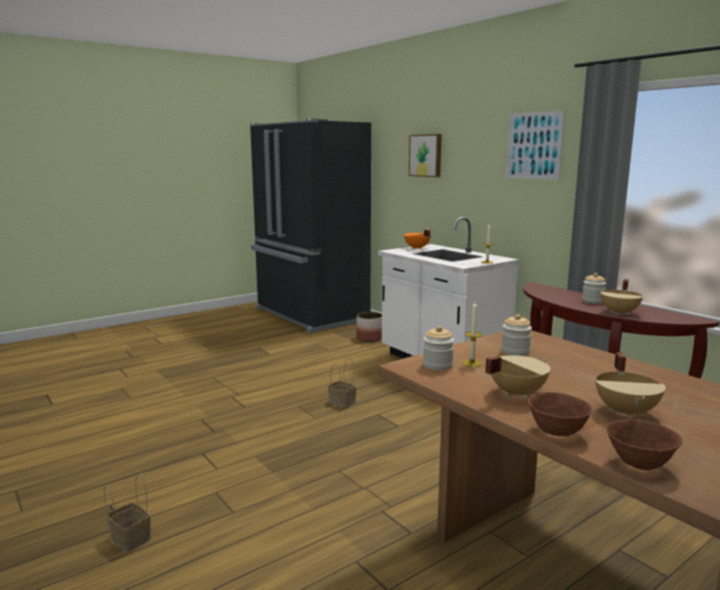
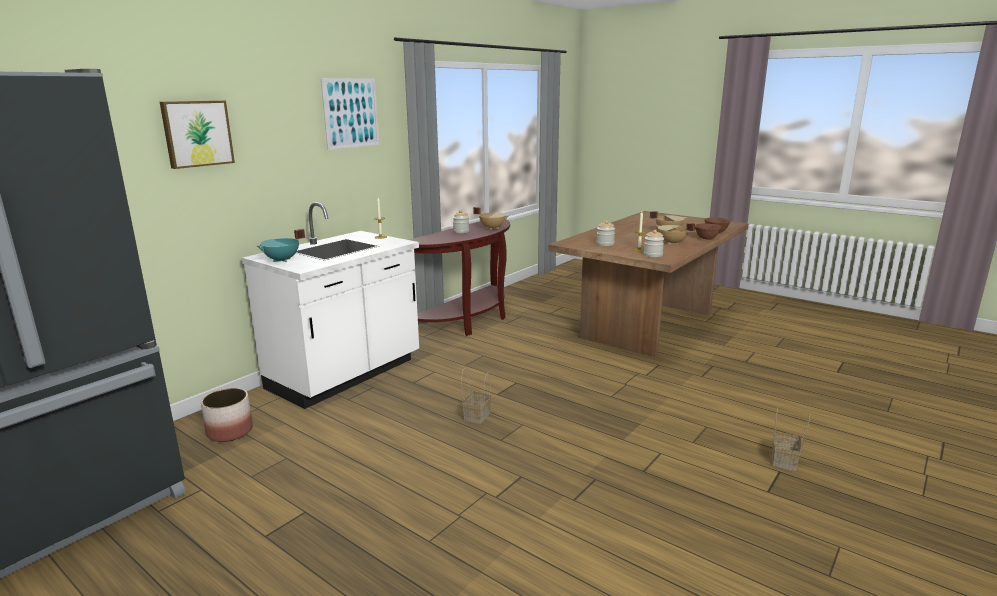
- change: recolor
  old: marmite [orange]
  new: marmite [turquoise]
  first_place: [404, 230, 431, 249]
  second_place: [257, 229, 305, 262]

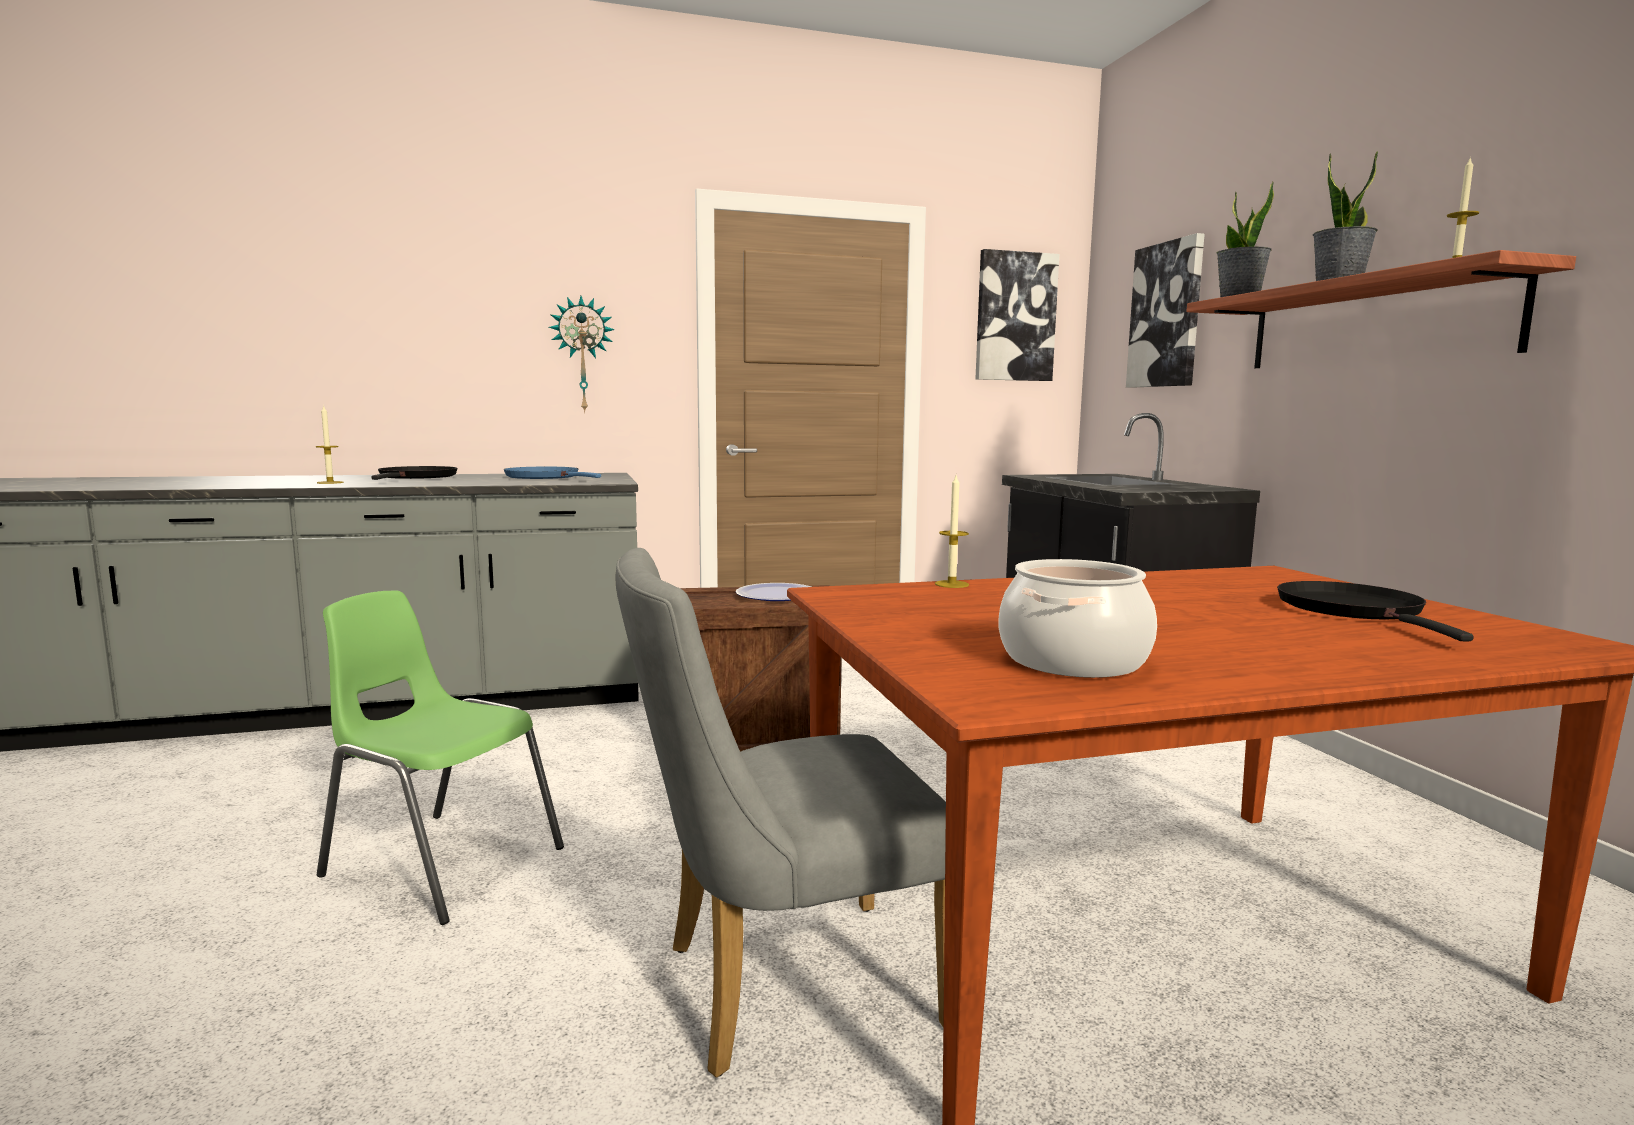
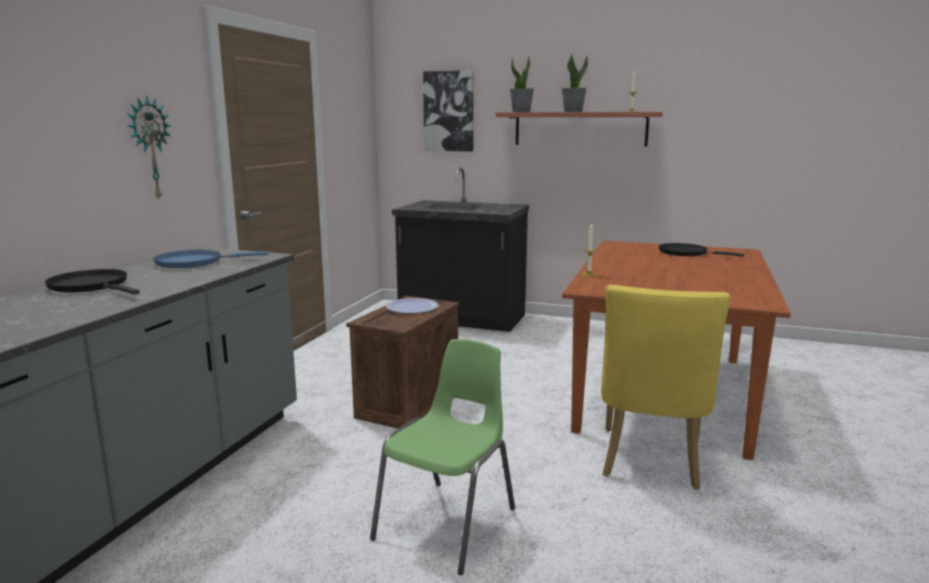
- change: rotate
  old: chaise [vert]
  first_place: [317, 591, 564, 925]
  second_place: [370, 339, 515, 575]
  degrees: 150
- change: recolor
  old: chaise [gris]
  new: chaise [jaune]
  first_place: [616, 548, 946, 1078]
  second_place: [601, 285, 731, 490]
- change: delete
  old: bougie
  first_place: [316, 405, 343, 484]
- change: delete
  old: tableau
  first_place: [975, 249, 1059, 381]
- change: delete
  old: marmite
  first_place: [999, 559, 1157, 678]

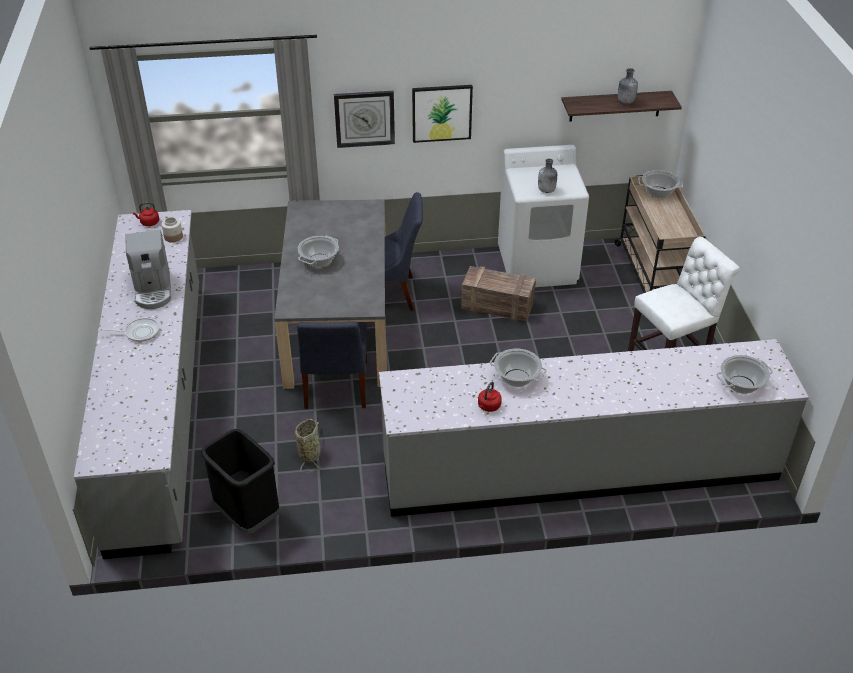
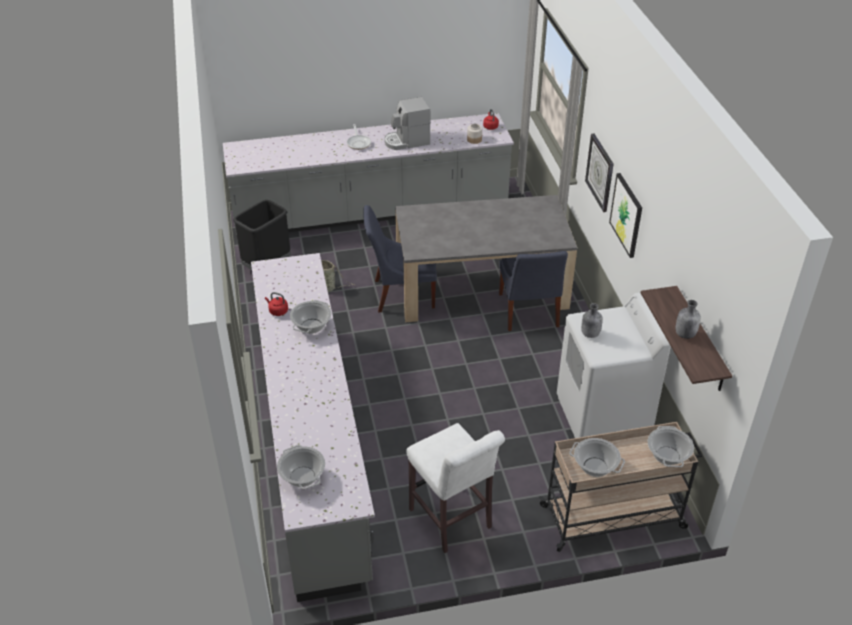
- change: move
  old: marmite
  first_place: [298, 236, 339, 267]
  second_place: [569, 438, 625, 477]
- change: delete
  old: caisse
  first_place: [461, 266, 536, 321]

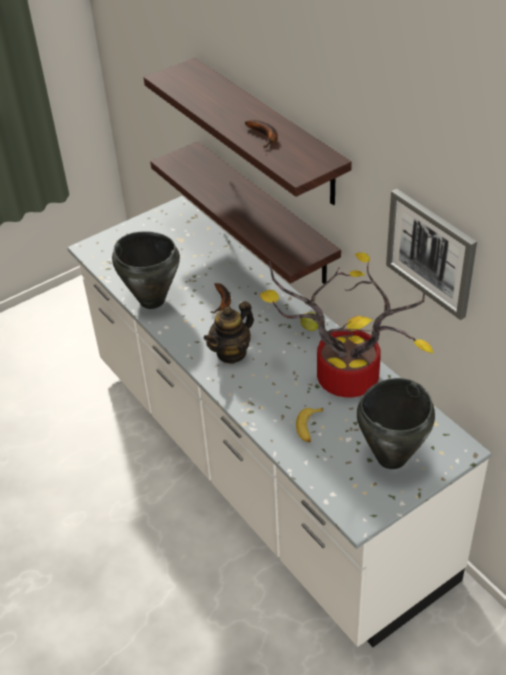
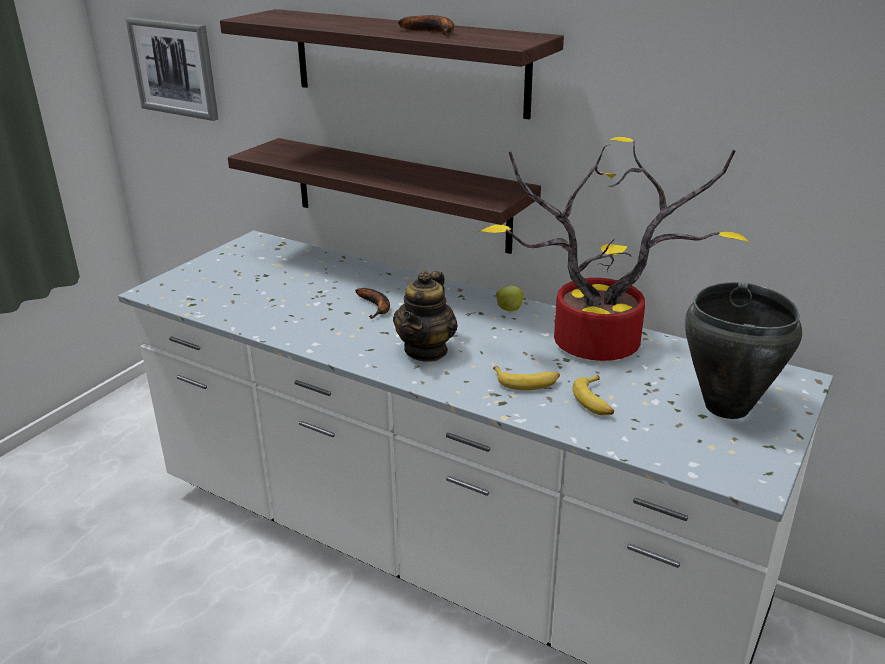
- change: move
  old: tableau
  first_place: [386, 189, 477, 320]
  second_place: [125, 17, 218, 121]
- change: insert
  new: banane
  second_place: [493, 366, 560, 390]
- change: delete
  old: marmite [noir]
  first_place: [112, 231, 180, 309]

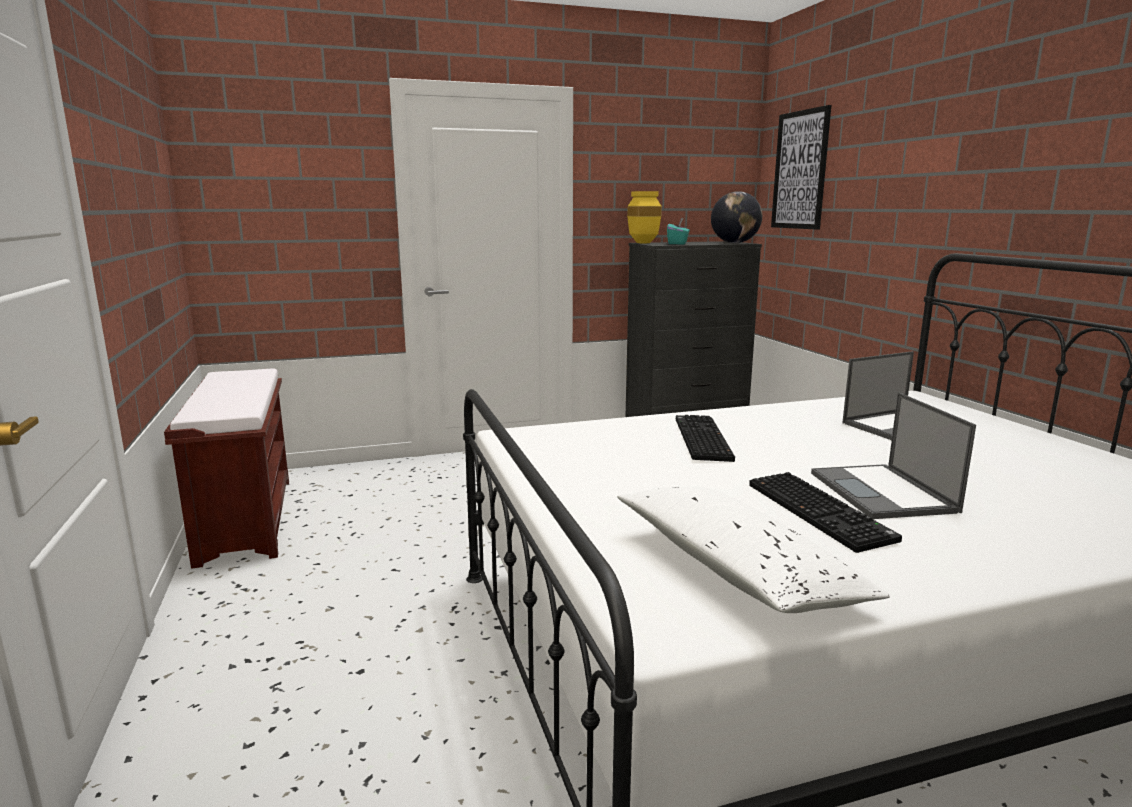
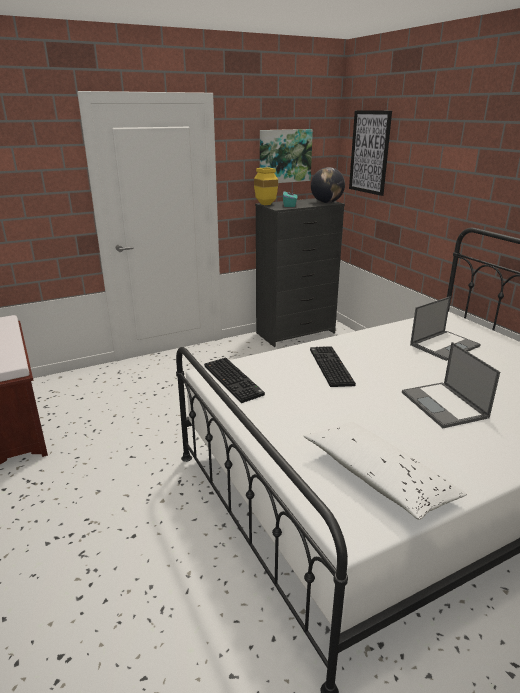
- change: move
  old: clavier
  first_place: [749, 472, 902, 553]
  second_place: [204, 357, 265, 403]
- change: insert
  new: tableau
  second_place: [260, 129, 313, 183]

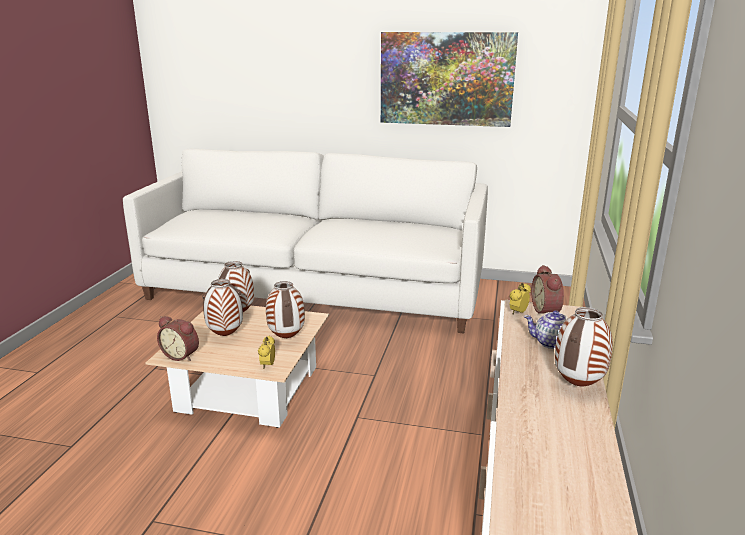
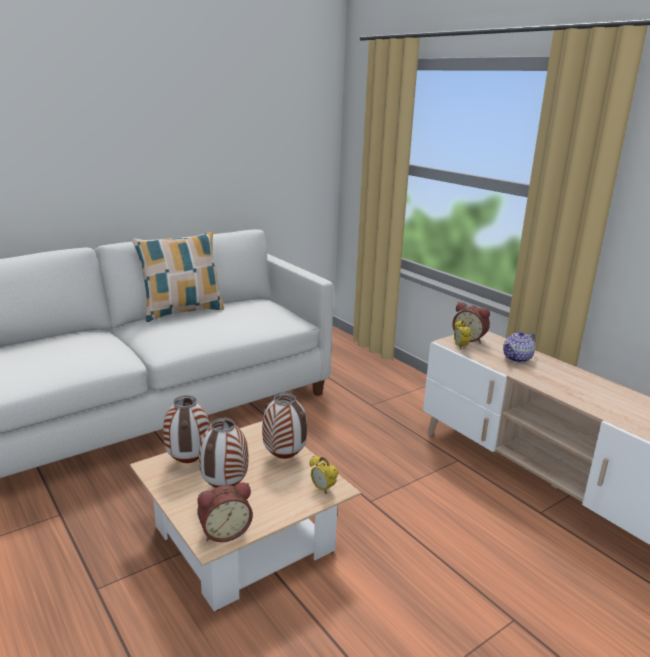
- change: insert
  new: coussin
  second_place: [133, 232, 224, 322]
- change: delete
  old: tableau
  first_place: [381, 32, 518, 127]
- change: delete
  old: vase
  first_place: [555, 307, 613, 386]

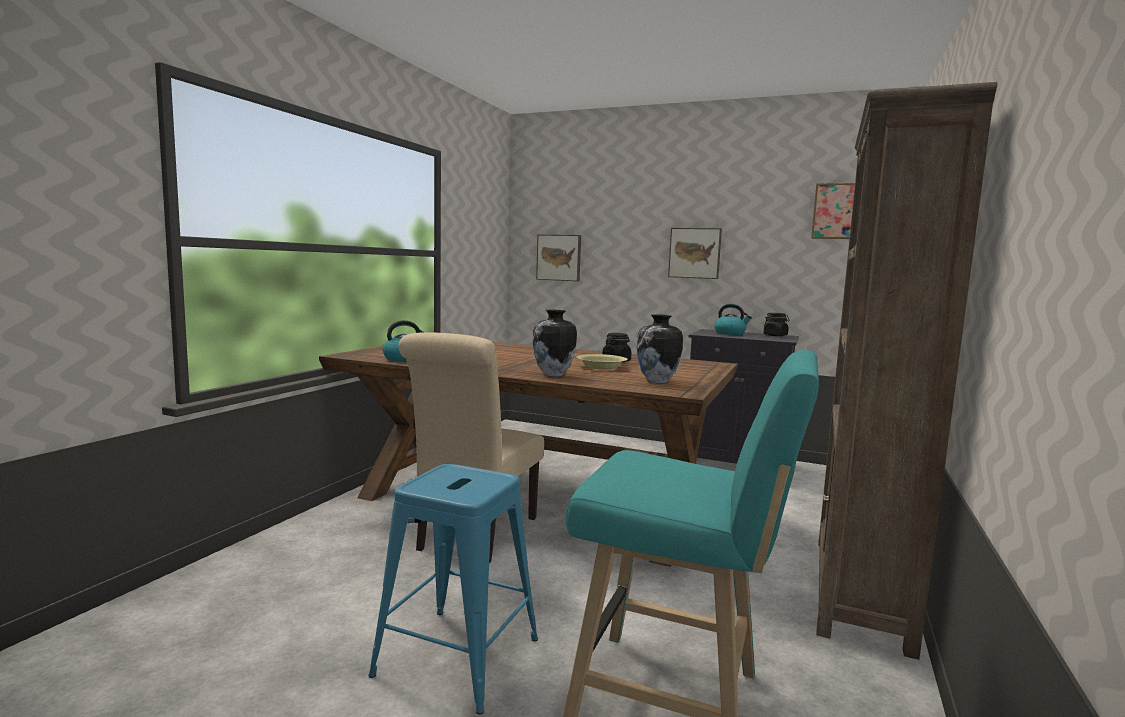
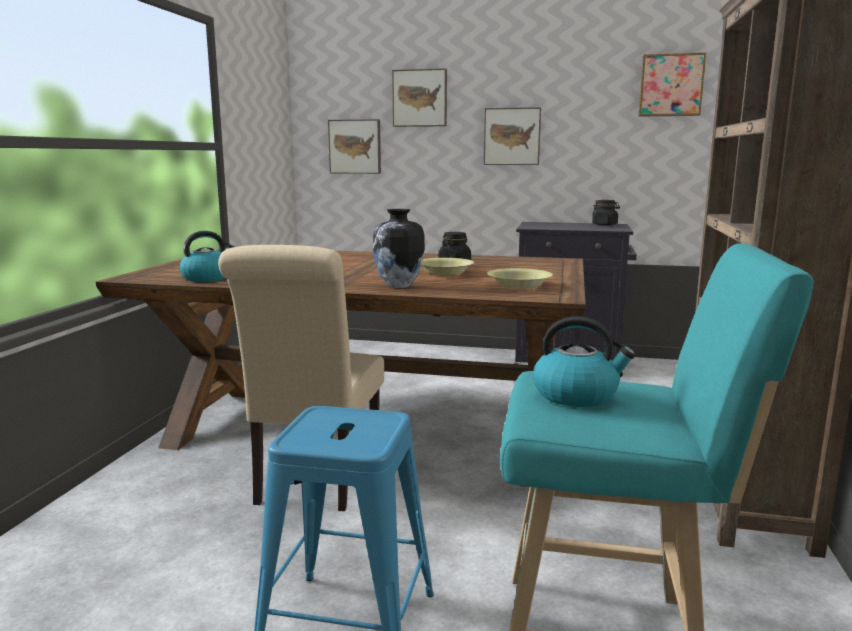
- change: insert
  new: tableau
  second_place: [392, 68, 447, 127]
- change: replace
  old: vase
  new: bol [jaune]
  first_place: [637, 314, 683, 383]
  second_place: [487, 268, 553, 289]
- change: move
  old: bouilloire
  first_place: [714, 304, 752, 335]
  second_place: [533, 316, 636, 407]

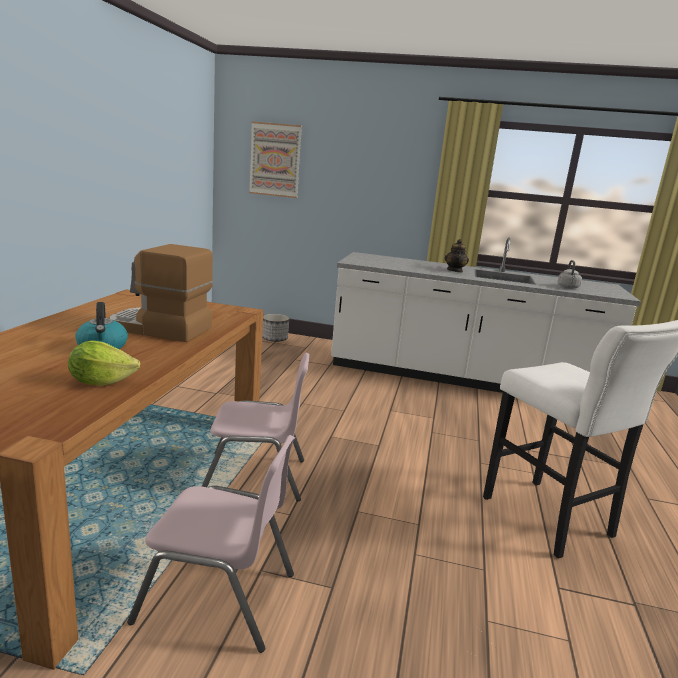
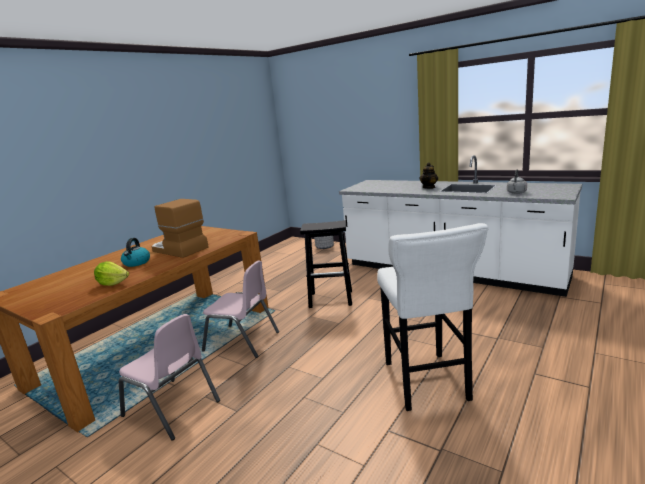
- change: insert
  new: tabouret [noir]
  second_place: [300, 220, 352, 308]
- change: delete
  old: tableau
  first_place: [249, 122, 302, 198]

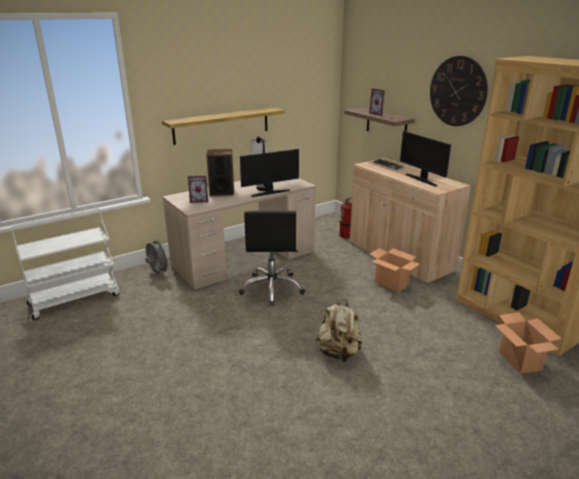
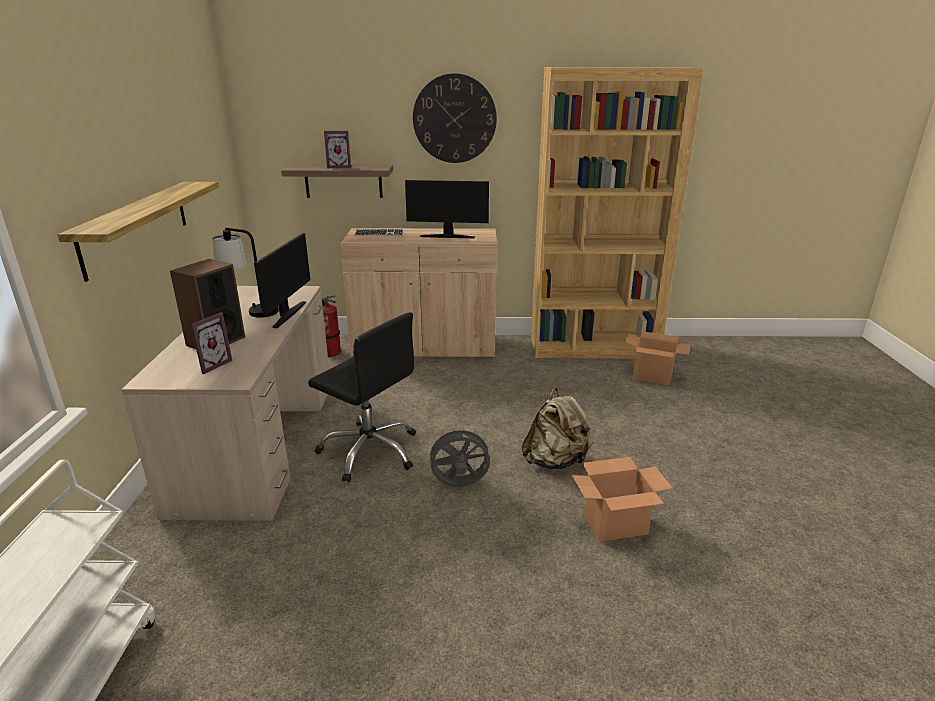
- change: move
  old: ventilateur [gris]
  first_place: [145, 239, 170, 274]
  second_place: [426, 426, 492, 487]
- change: move
  old: carton
  first_place: [370, 248, 420, 292]
  second_place: [572, 457, 673, 542]

